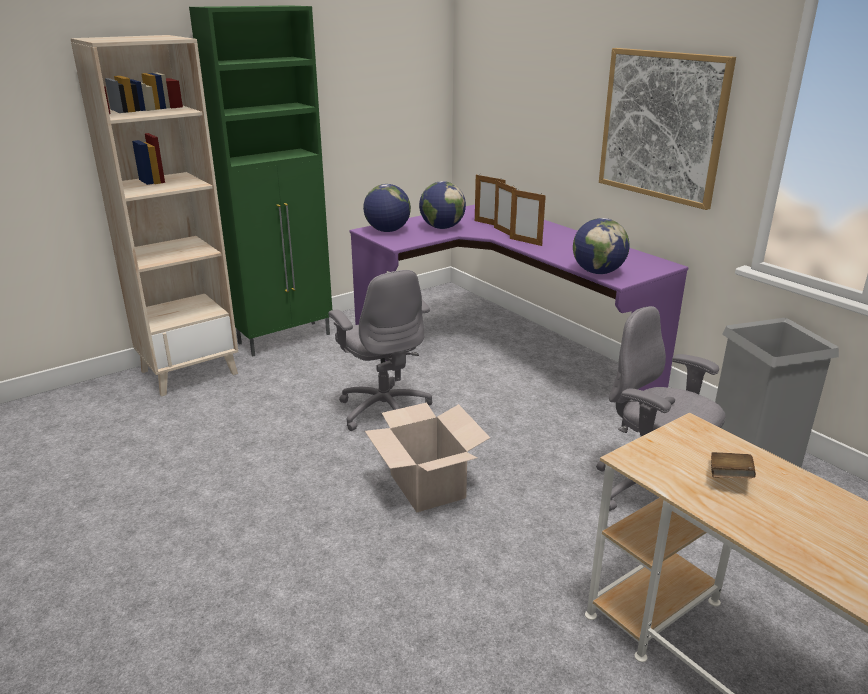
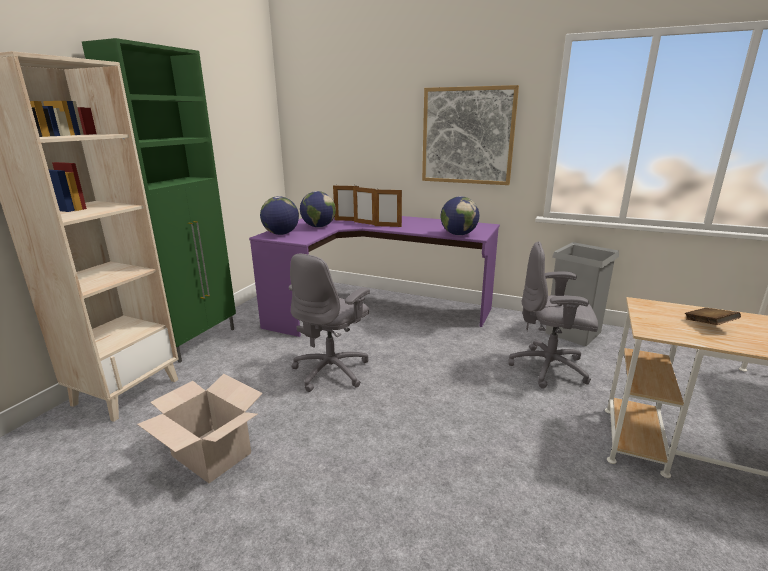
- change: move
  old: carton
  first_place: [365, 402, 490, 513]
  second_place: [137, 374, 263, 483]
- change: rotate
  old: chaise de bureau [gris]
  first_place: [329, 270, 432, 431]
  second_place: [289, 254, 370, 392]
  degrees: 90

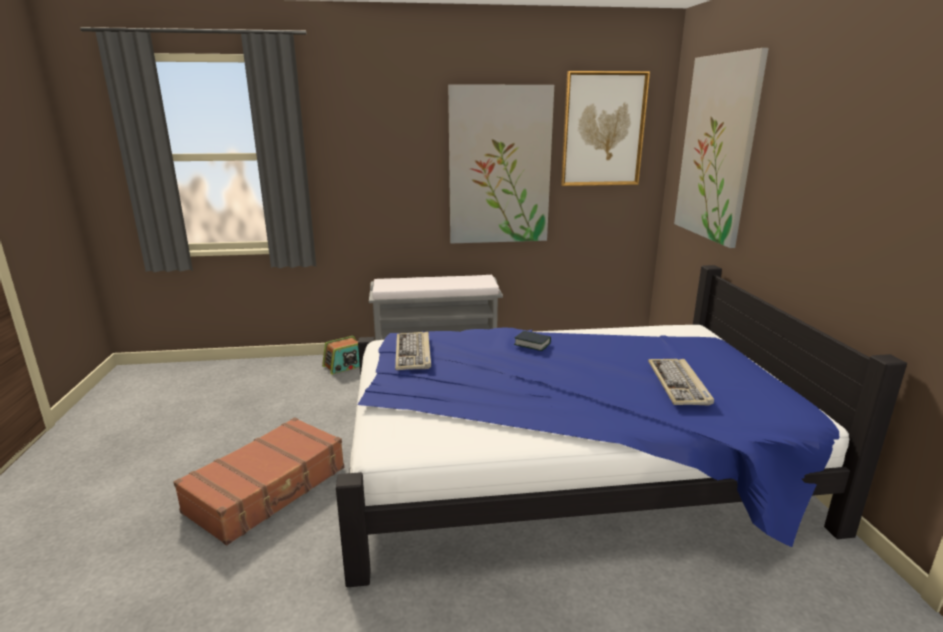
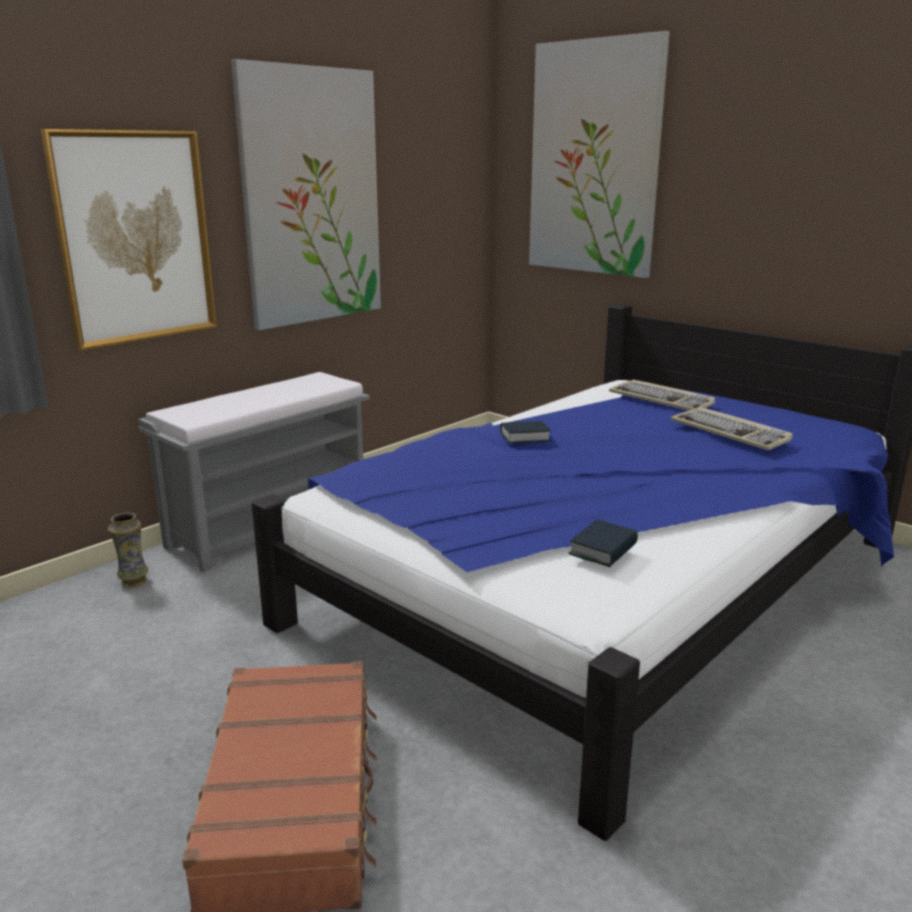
- change: move
  old: tableau
  first_place: [561, 71, 650, 186]
  second_place: [41, 129, 217, 350]
- change: replace
  old: radio
  new: vase
  first_place: [322, 336, 360, 375]
  second_place: [108, 512, 148, 588]
- change: insert
  new: livre
  second_place: [568, 520, 638, 567]
- change: move
  old: clavier
  first_place: [395, 331, 431, 370]
  second_place: [609, 380, 716, 411]

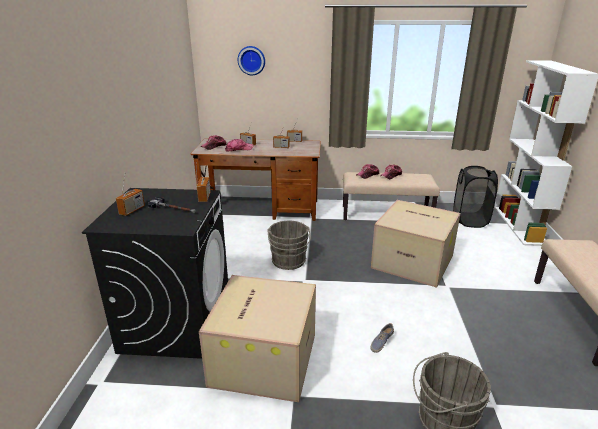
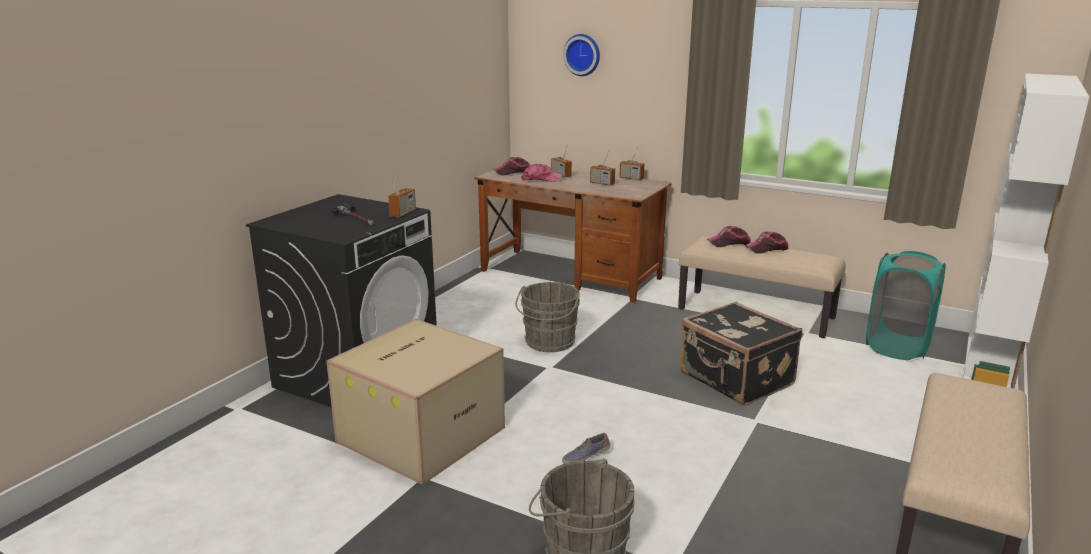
- change: replace
  old: carton
  new: valise [noir]
  first_place: [371, 200, 461, 288]
  second_place: [680, 302, 803, 406]
- change: recolor
  old: panier à linge [noir]
  new: panier à linge [turquoise]
  first_place: [453, 166, 498, 228]
  second_place: [866, 251, 946, 360]
- change: delete
  old: radio
  first_place: [116, 176, 145, 216]

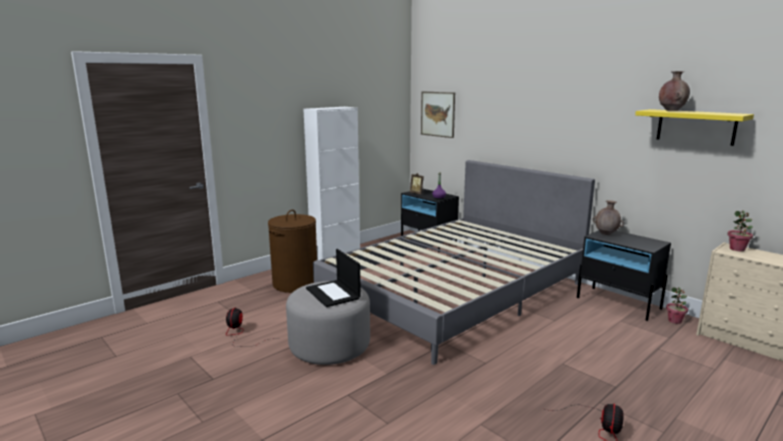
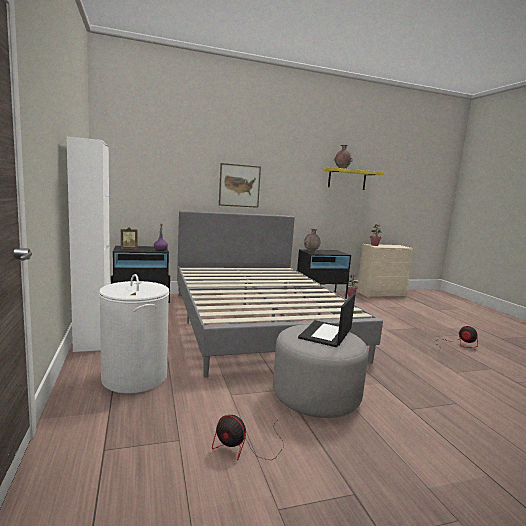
- change: recolor
  old: panier à linge [marron]
  new: panier à linge [blanc]
  first_place: [268, 210, 317, 293]
  second_place: [99, 274, 169, 394]
- change: move
  old: tableau
  first_place: [421, 91, 455, 138]
  second_place: [219, 163, 261, 208]
- change: rotate
  old: ordinateur portable
  first_place: [306, 249, 361, 307]
  second_place: [298, 293, 356, 347]
  degrees: 120

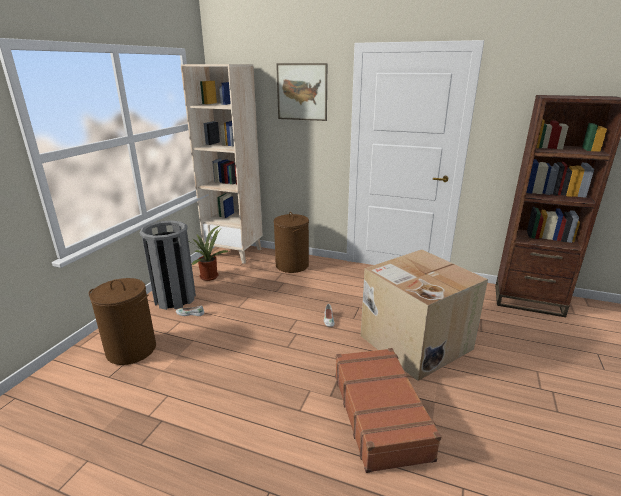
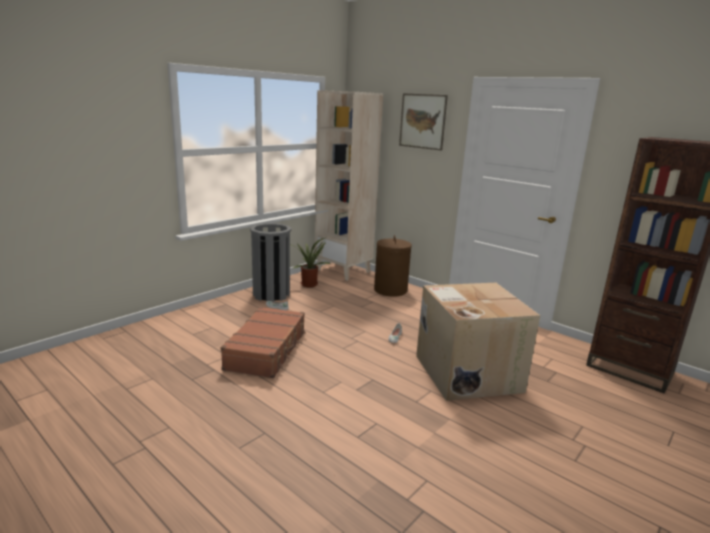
- change: move
  old: valise [marron]
  first_place: [335, 348, 442, 473]
  second_place: [220, 307, 306, 378]
- change: delete
  old: panier à linge [marron]
  first_place: [89, 278, 156, 365]

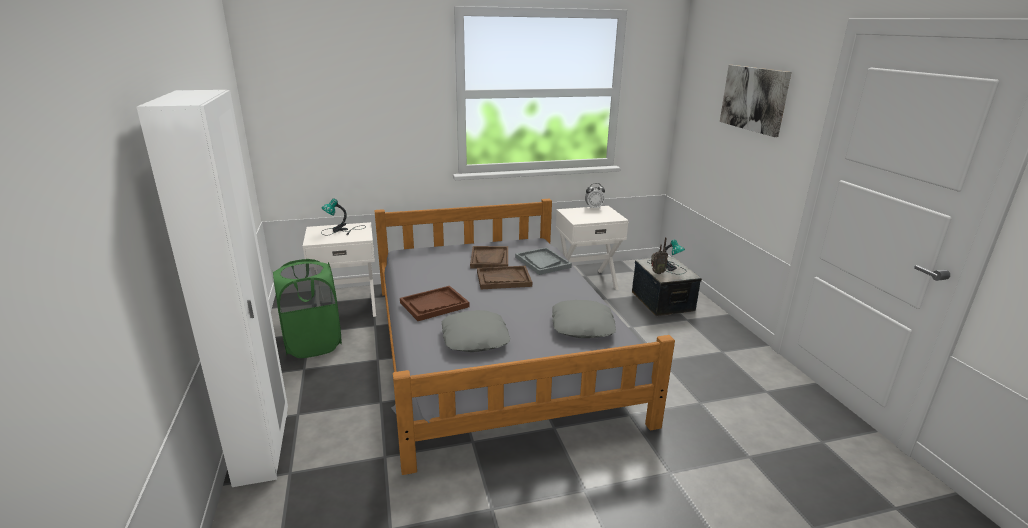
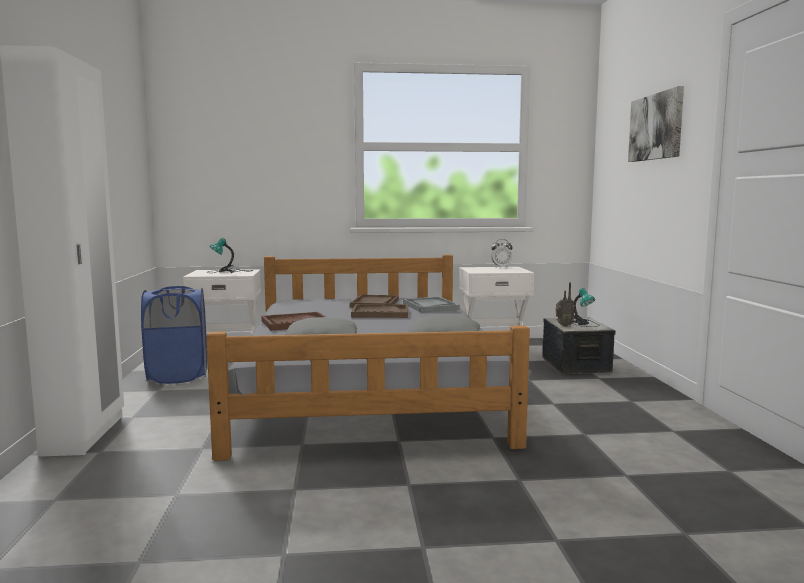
- change: recolor
  old: panier à linge [vert]
  new: panier à linge [bleu]
  first_place: [273, 259, 342, 358]
  second_place: [141, 286, 207, 384]

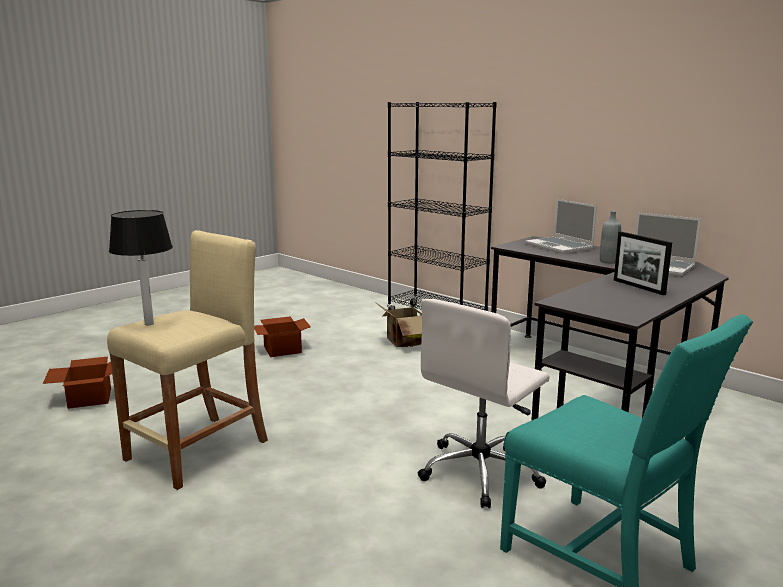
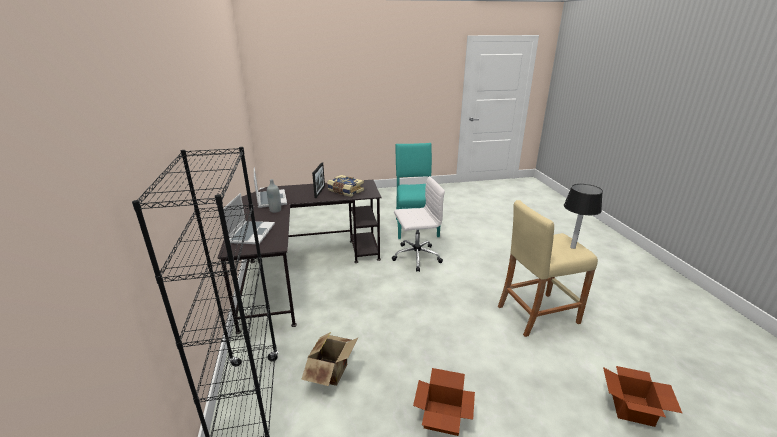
- change: insert
  new: livre
  second_place: [327, 175, 364, 197]

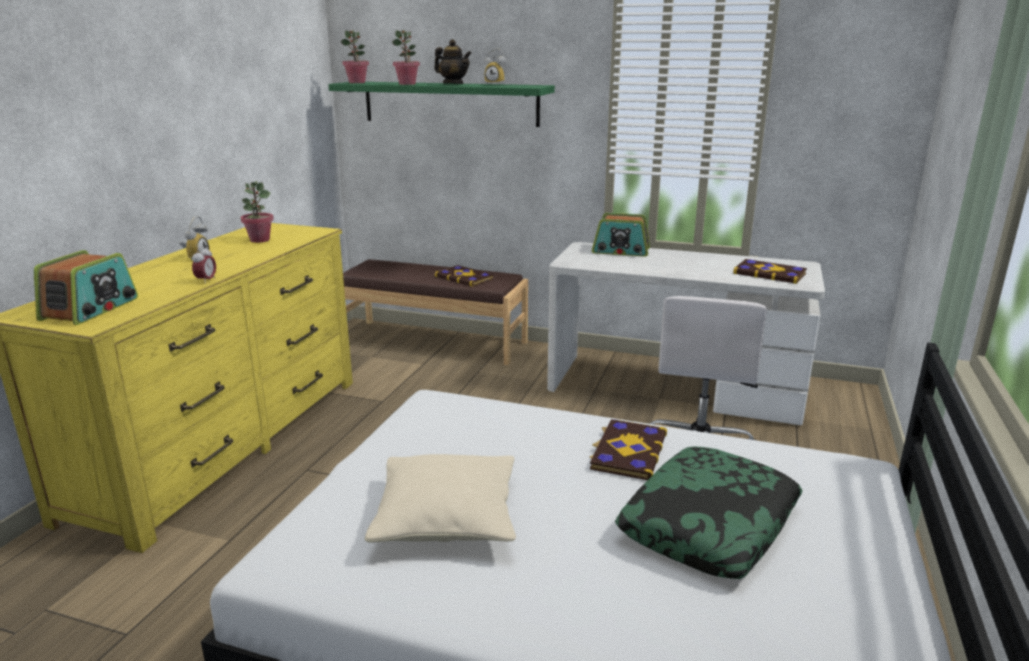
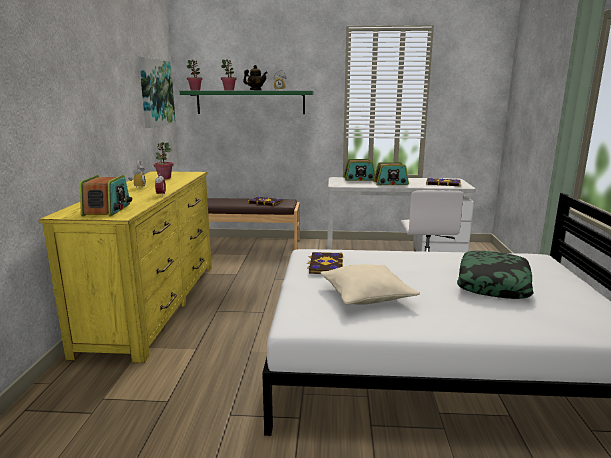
- change: insert
  new: tableau
  second_place: [139, 57, 176, 128]
- change: move
  old: livre
  first_place: [589, 419, 667, 480]
  second_place: [307, 252, 343, 274]
- change: insert
  new: radio
  second_place: [373, 162, 409, 185]

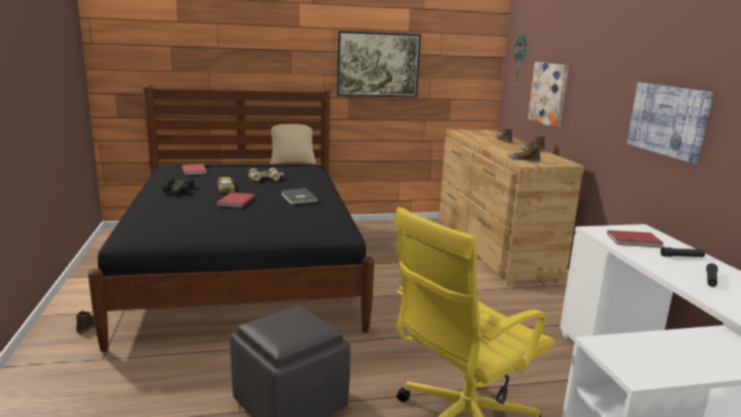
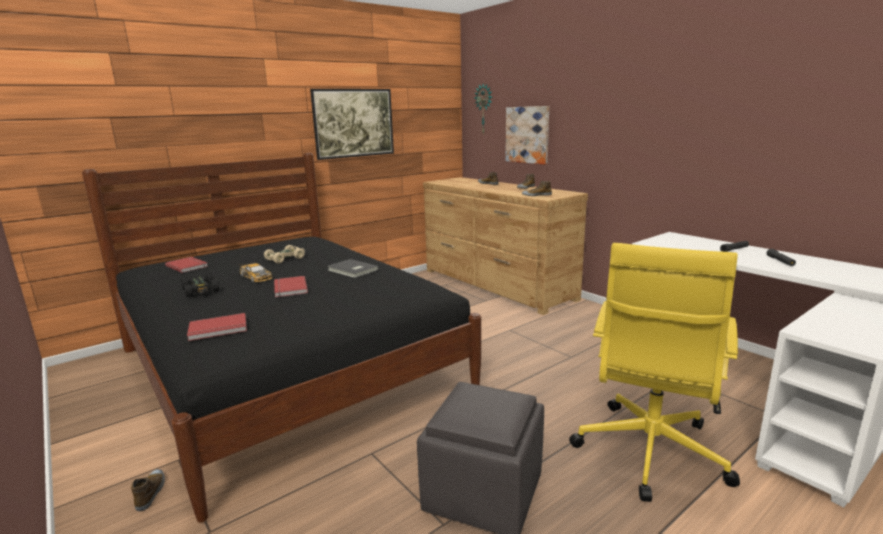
- change: move
  old: livre [rouge]
  first_place: [607, 230, 664, 247]
  second_place: [187, 313, 247, 341]
- change: delete
  old: coussin [beige]
  first_place: [270, 124, 316, 164]
- change: delete
  old: tableau
  first_place: [627, 83, 713, 164]

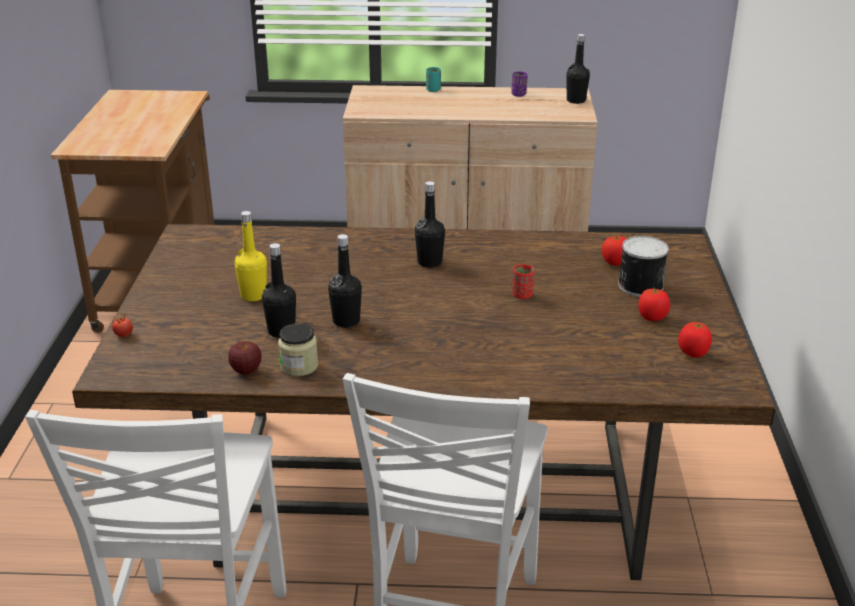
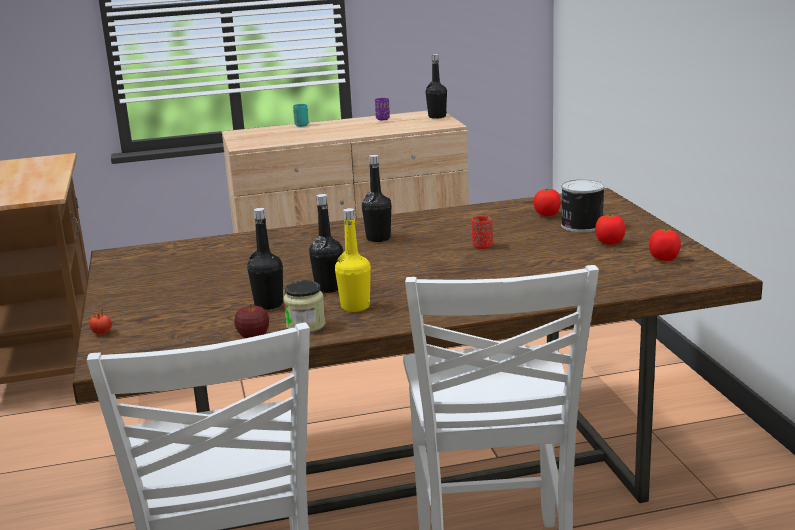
- change: move
  old: bouteille [jaune]
  first_place: [234, 211, 267, 301]
  second_place: [335, 208, 371, 312]

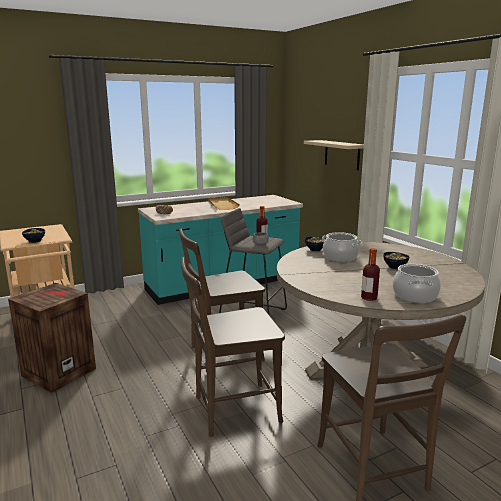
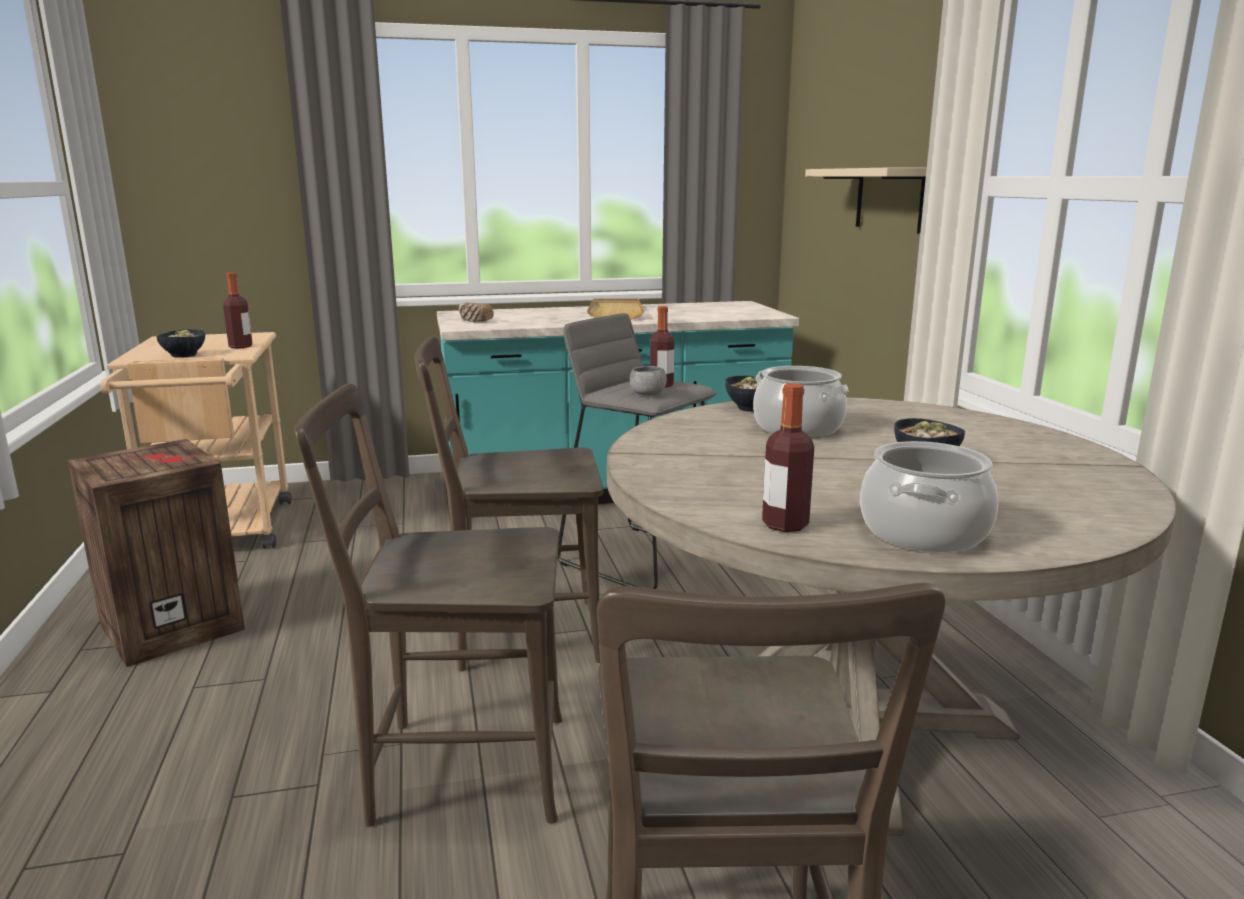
- change: insert
  new: bouteille
  second_place: [223, 272, 253, 349]

